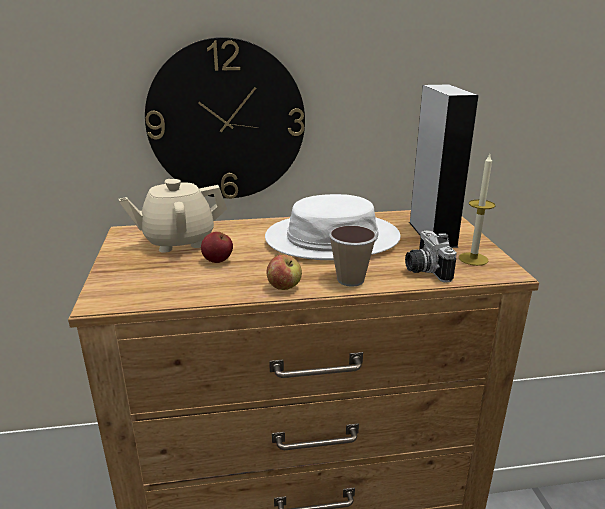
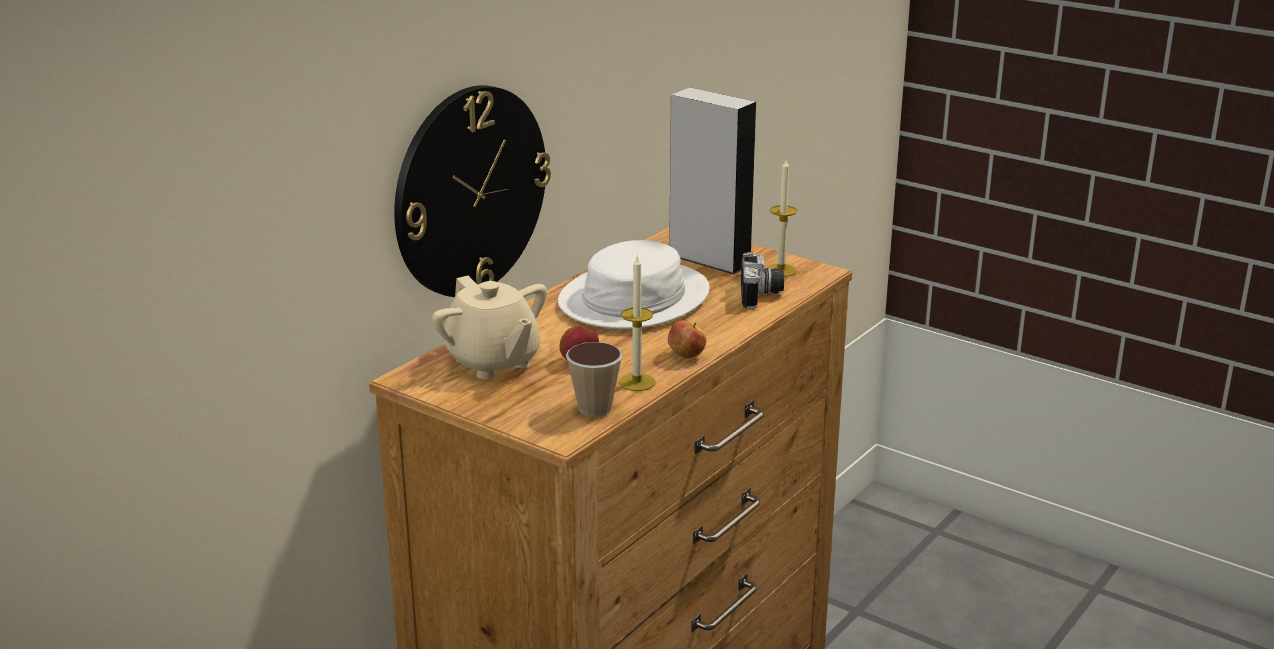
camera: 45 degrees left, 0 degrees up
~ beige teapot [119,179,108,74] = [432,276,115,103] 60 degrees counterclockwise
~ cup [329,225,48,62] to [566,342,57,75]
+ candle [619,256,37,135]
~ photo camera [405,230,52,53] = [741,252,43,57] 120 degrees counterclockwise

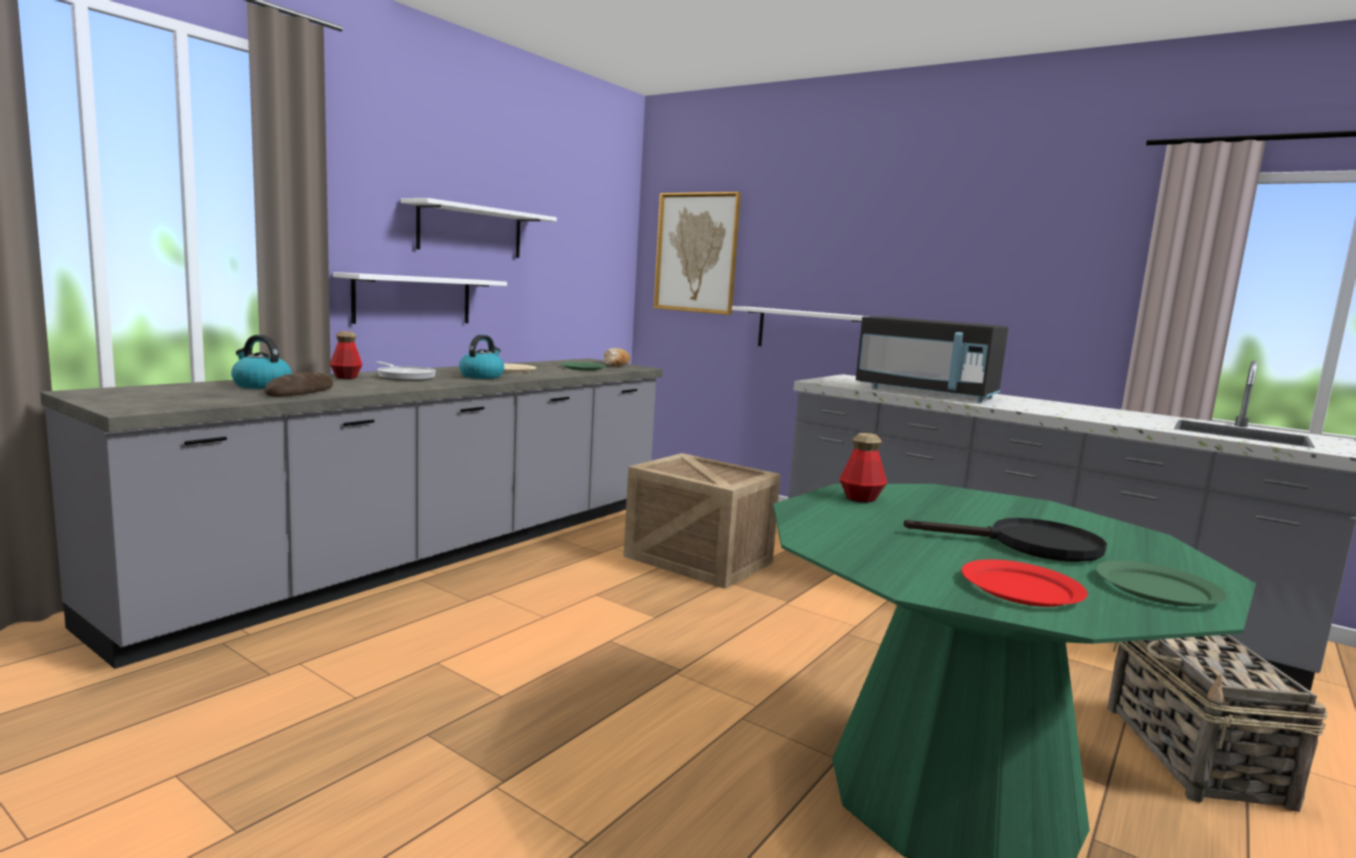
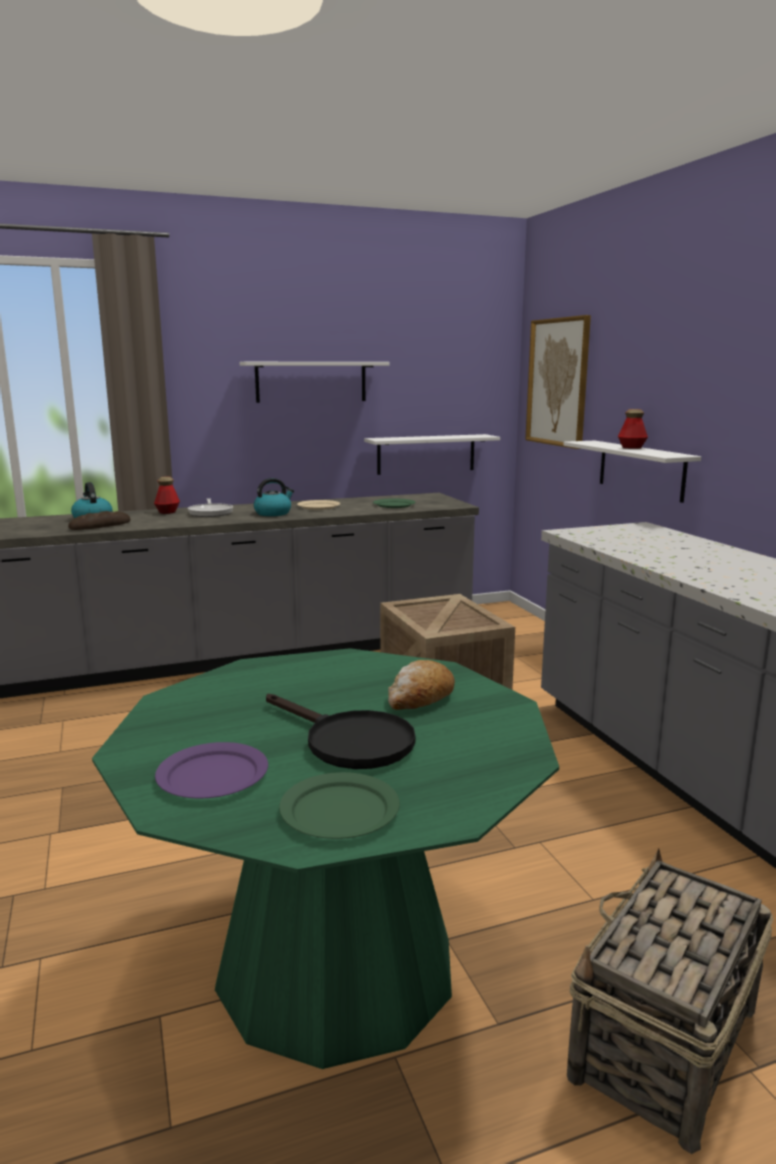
camera: 35 degrees right, 5 degrees up
~ red plate [961,559,127,48] to purple plate [155,742,113,57]
~ white shelf [333,272,174,52] to [364,434,136,41]
~ bread [602,348,28,18] to [388,660,67,50]
~ bottle [840,433,47,70] to [618,409,30,40]
- black microwave [856,316,152,86]

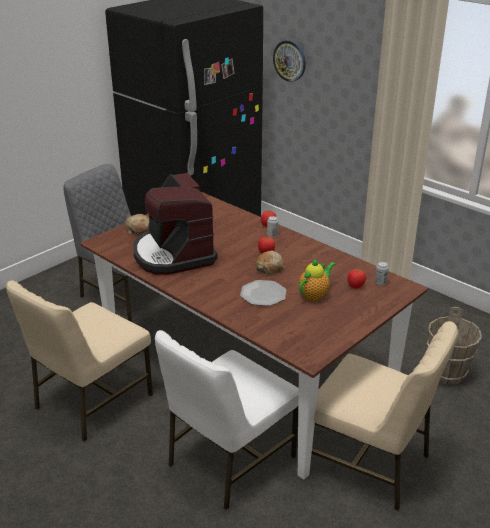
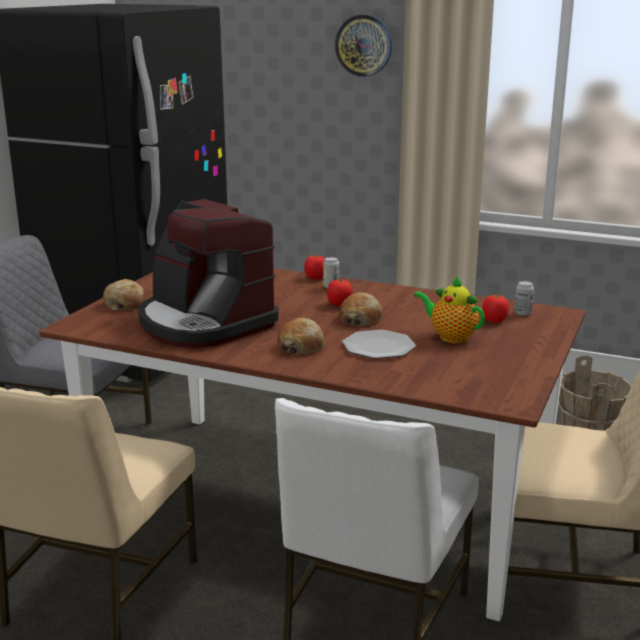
camera: 20 degrees left, 10 degrees down
+ bread [277,318,48,37]
~ wall clock [273,40,33,42] to [335,14,57,63]
~ teapot [298,259,38,42] = [414,276,71,67] 75 degrees counterclockwise

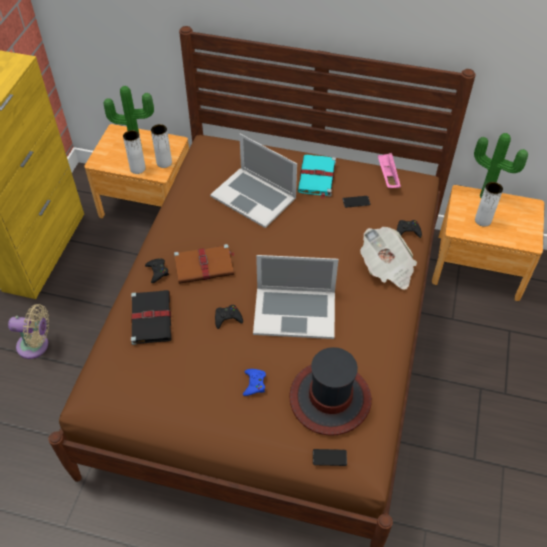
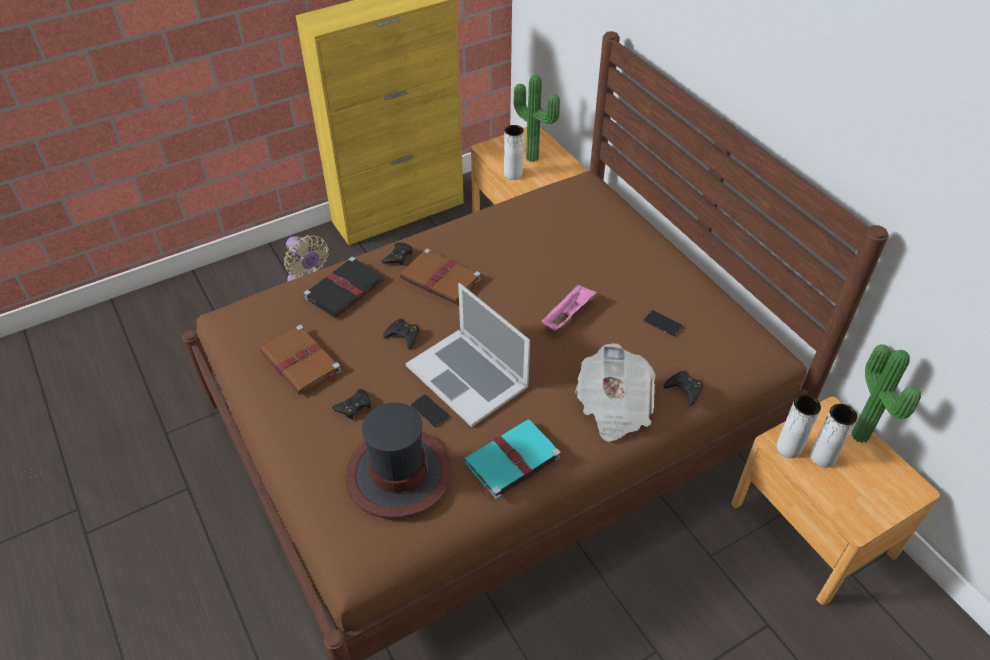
camera: 45 degrees right, 5 degrees down
+ brown book [259,325,82,70]
~ blue game controller [243,369,23,27] to black game controller [332,389,39,31]
~ phone [313,449,34,17] to [411,395,39,32]
~ turquoise book [297,155,39,44] to [464,419,96,80]
~ pink tray [378,153,23,35] to [541,284,56,47]
~ white vase [151,124,21,44] to [776,395,45,63]
- laptop [210,134,87,94]

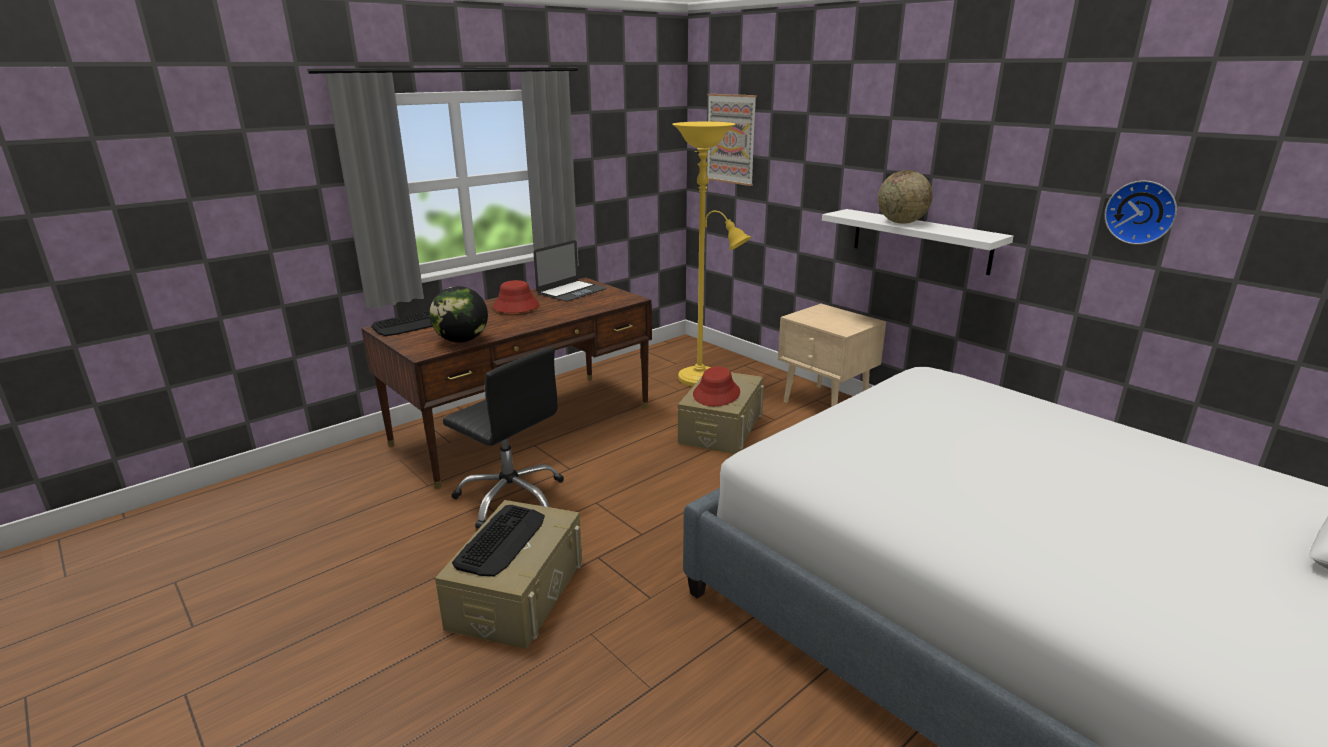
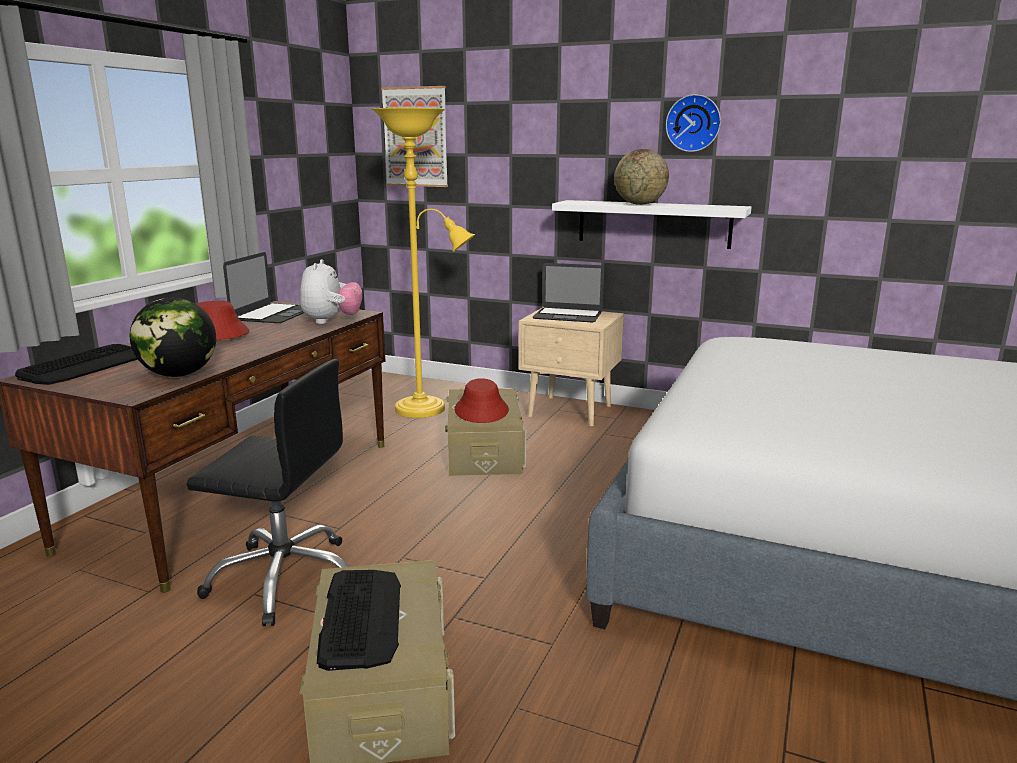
camera: 25 degrees left, 5 degrees down
+ plush toy [300,259,62,65]
+ laptop [533,263,71,59]
~ wall clock [1105,180,72,65] to [666,94,55,58]

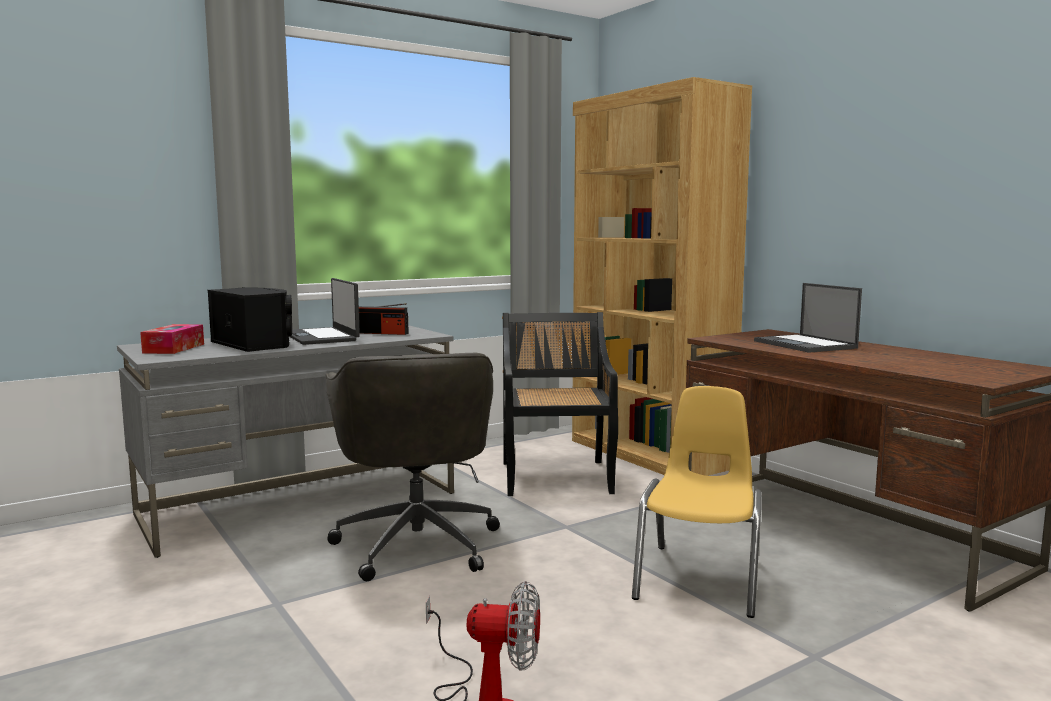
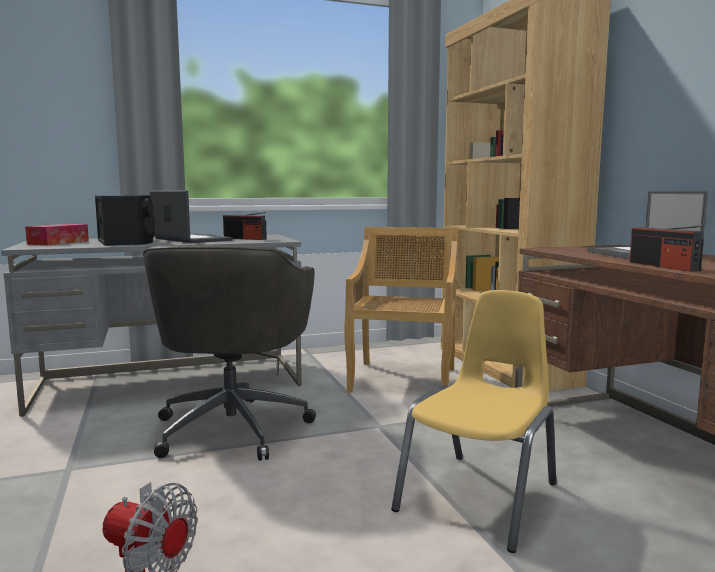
camera: 15 degrees right, 0 degrees up
~ laptop [289,278,71,67] = [150,190,83,53] 150 degrees clockwise
~ black chair [502,312,116,184] to beige chair [344,226,114,167]
+ radio [629,225,75,47]

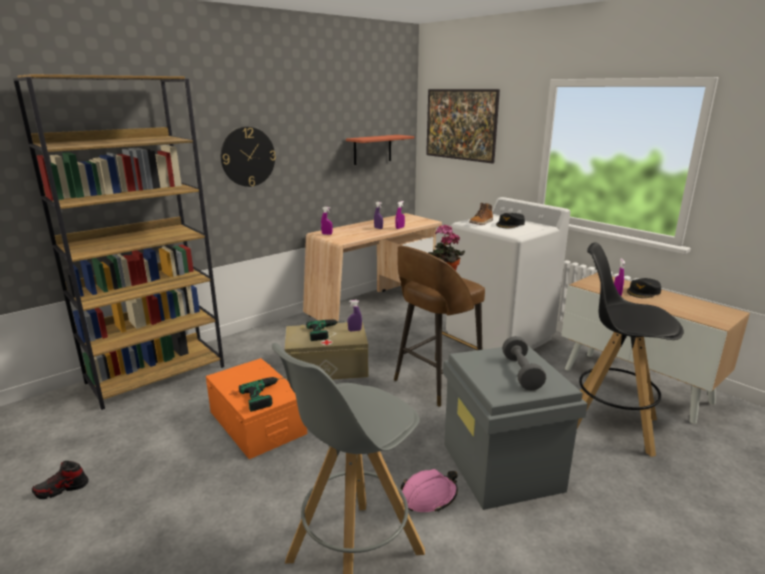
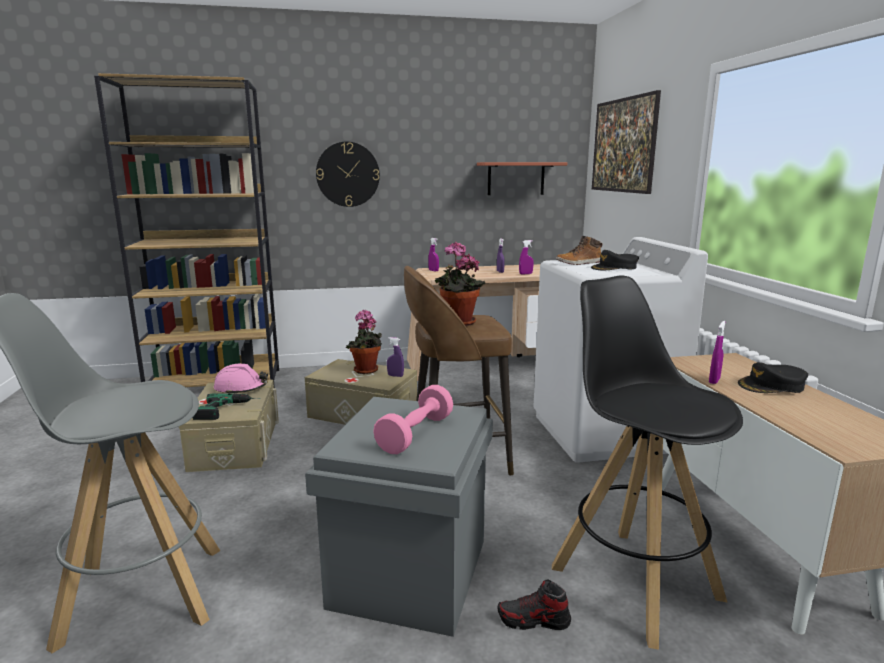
camera: 30 degrees right, 5 degrees down
~ orange storage box [206,358,101,101] to beige storage box [179,380,100,92]
~ pink hard hat [400,469,58,43] to [214,364,54,29]
~ power drill [306,319,39,22] to potted plant [346,310,36,64]
~ grey dumbbell [502,336,44,55] to pink dumbbell [373,385,80,69]
~ shoe [32,461,57,38] to [498,579,73,51]

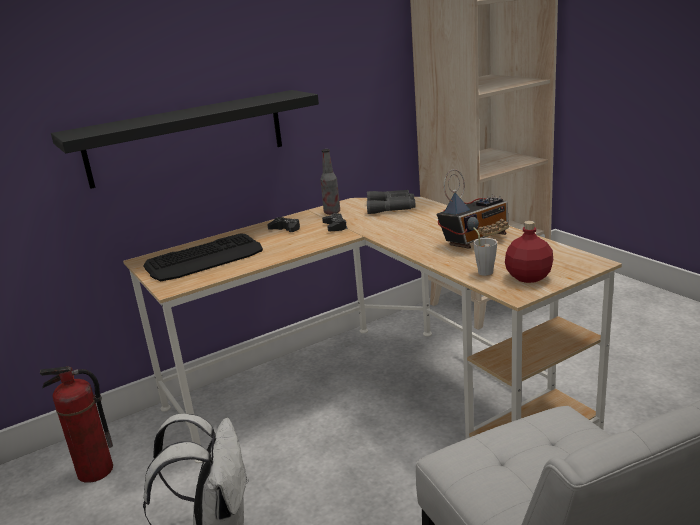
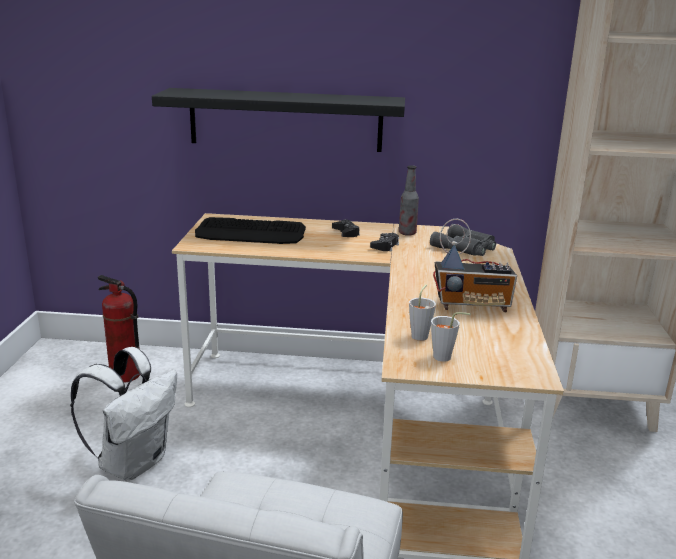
camera: 35 degrees right, 0 degrees up
~ red bottle [505,221,48,62] to grey cup [431,312,40,50]

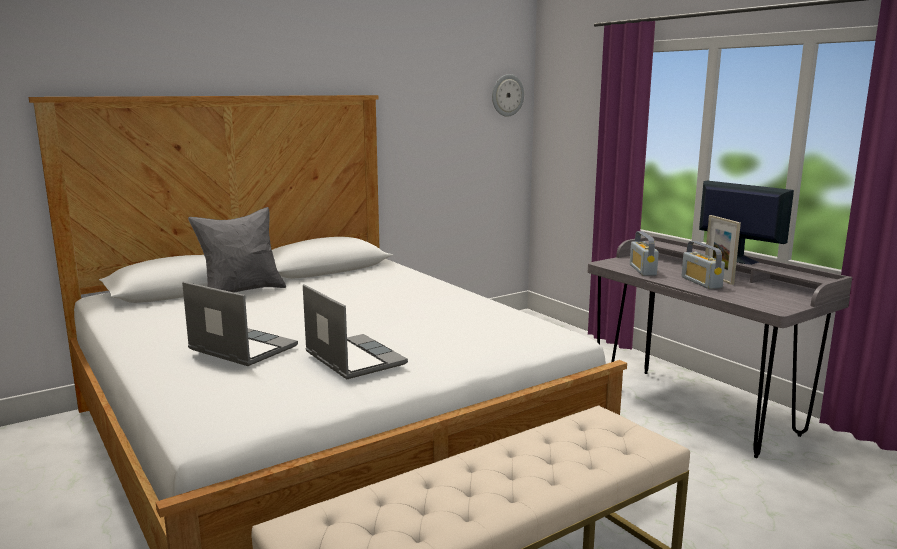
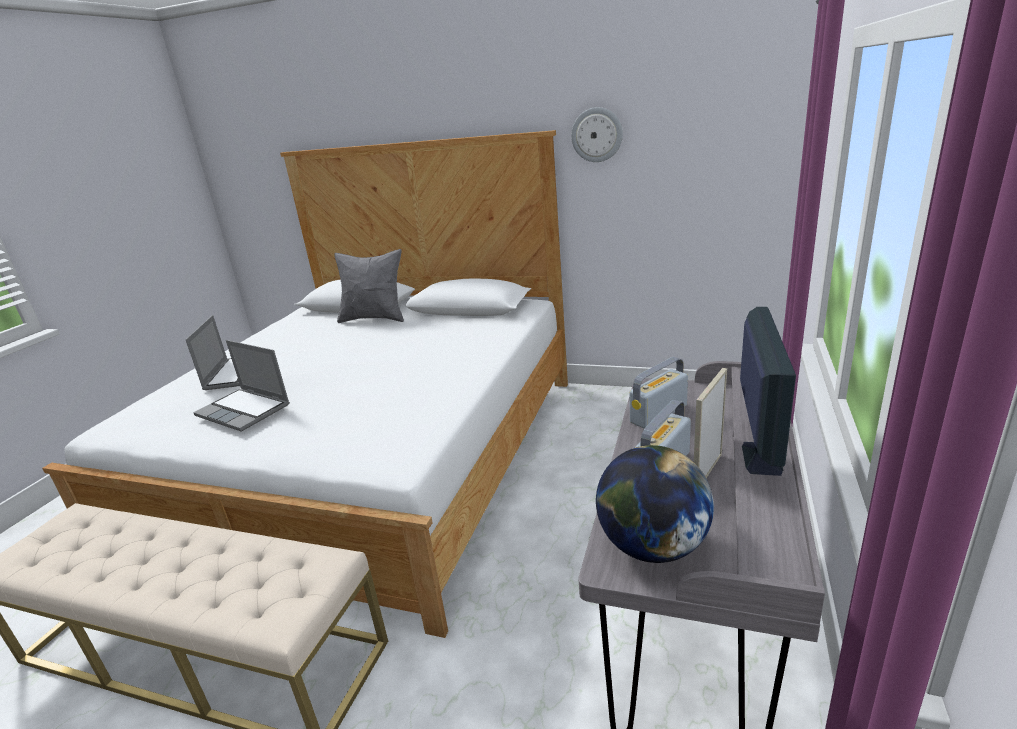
camera: 55 degrees right, 10 degrees up
~ laptop [303,284,105,95] = [193,340,97,92] 105 degrees clockwise
~ wall clock [492,74,32,43] to [571,107,52,55]
+ globe [596,445,118,118]

